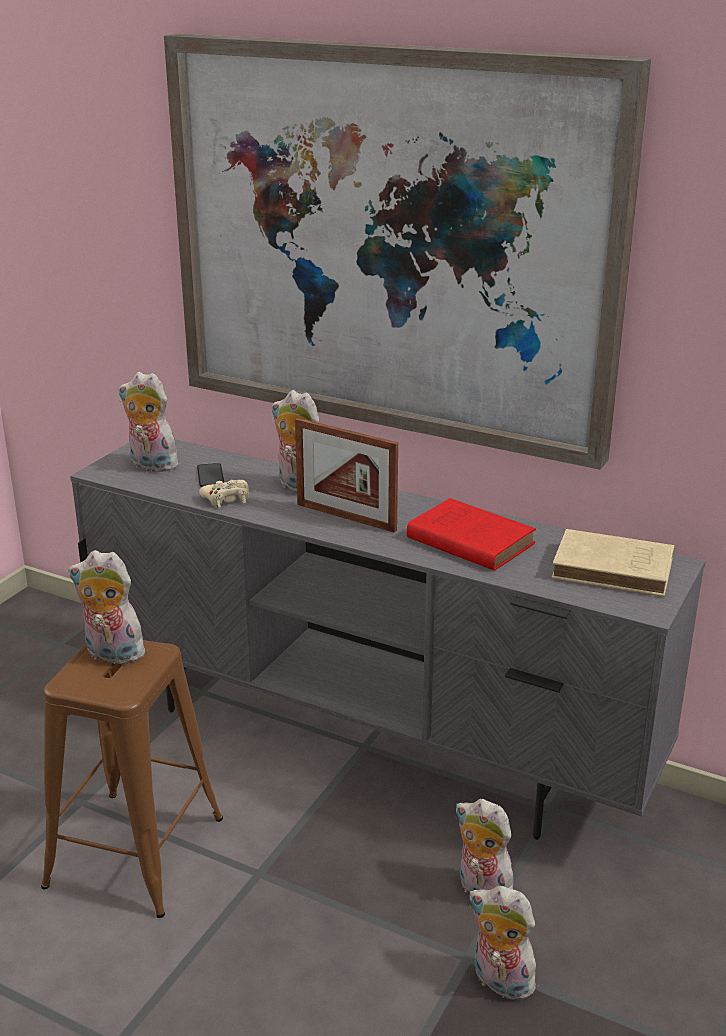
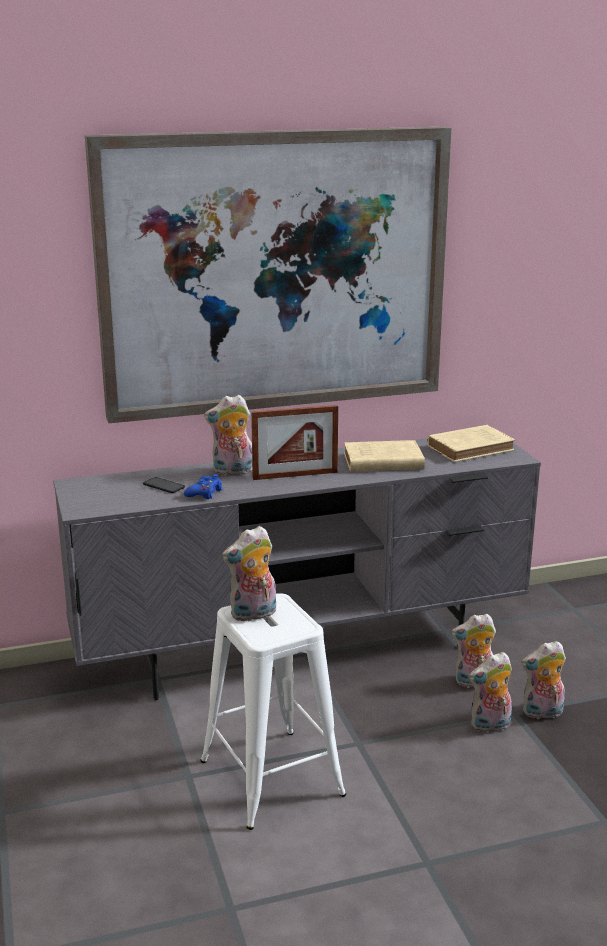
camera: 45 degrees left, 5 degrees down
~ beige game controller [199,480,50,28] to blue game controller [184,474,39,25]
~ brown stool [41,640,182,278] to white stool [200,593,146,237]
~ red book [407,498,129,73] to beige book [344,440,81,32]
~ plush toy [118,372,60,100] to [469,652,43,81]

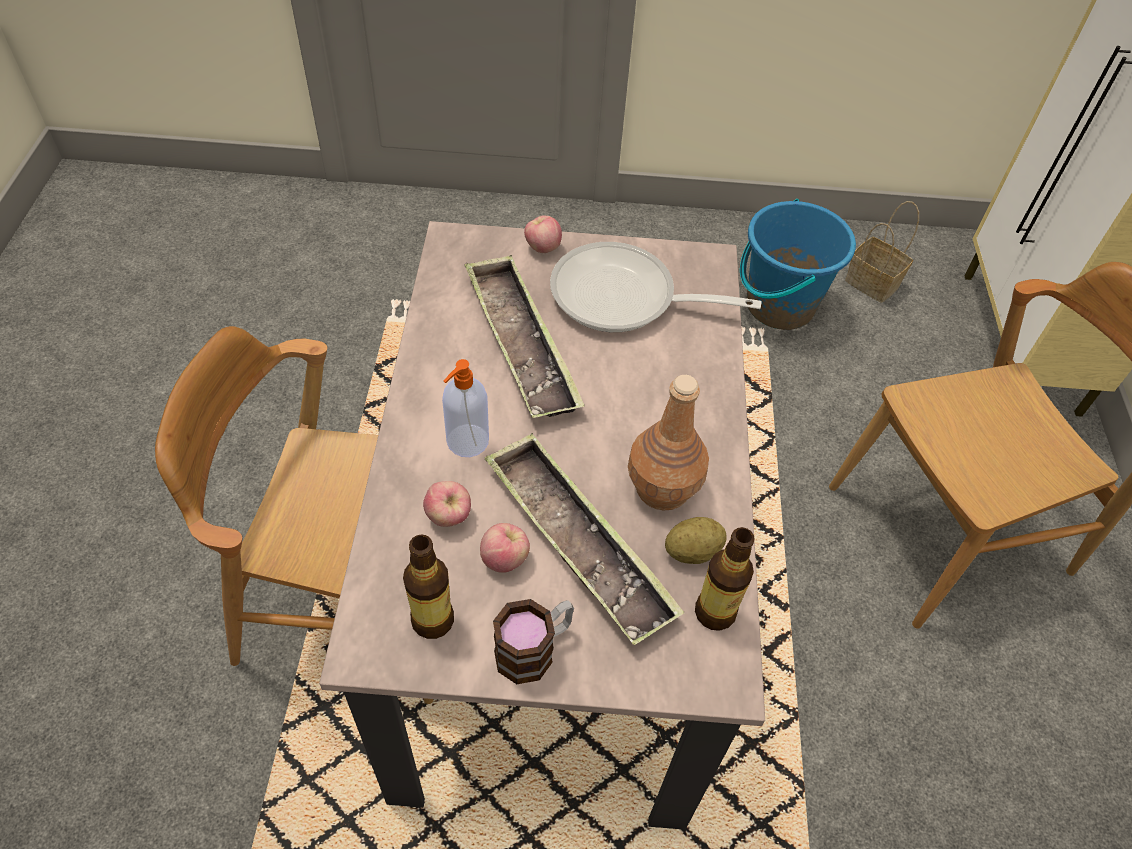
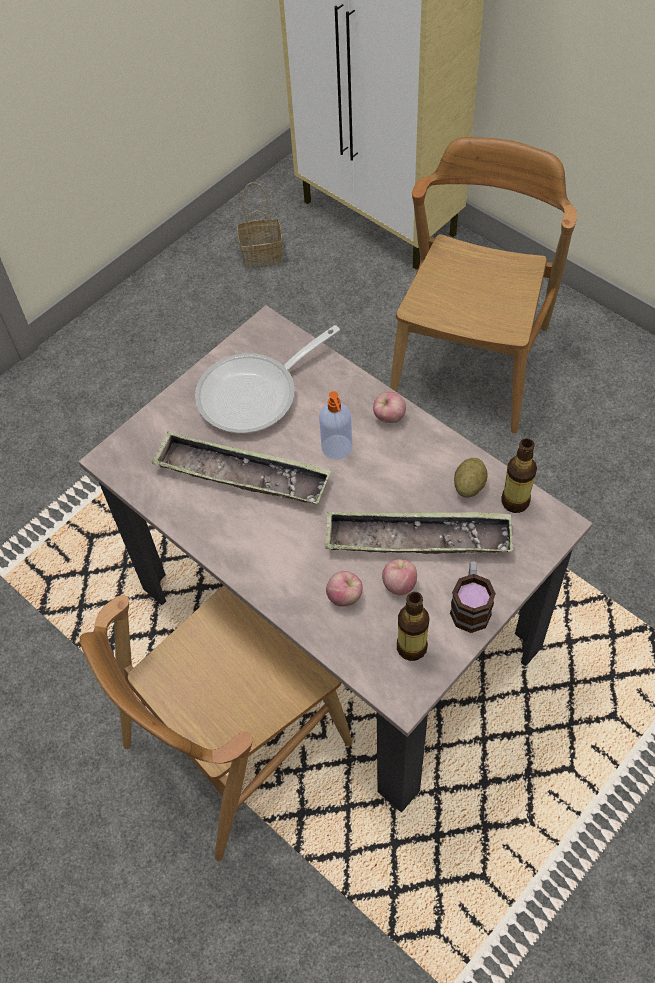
camera: 45 degrees left, 5 degrees up
~ soap dispenser [442,359,47,98] to [319,391,33,69]
~ apple [524,216,38,37] to [373,392,33,31]
- brown bottle [628,375,81,136]
- blue bucket [740,199,116,131]

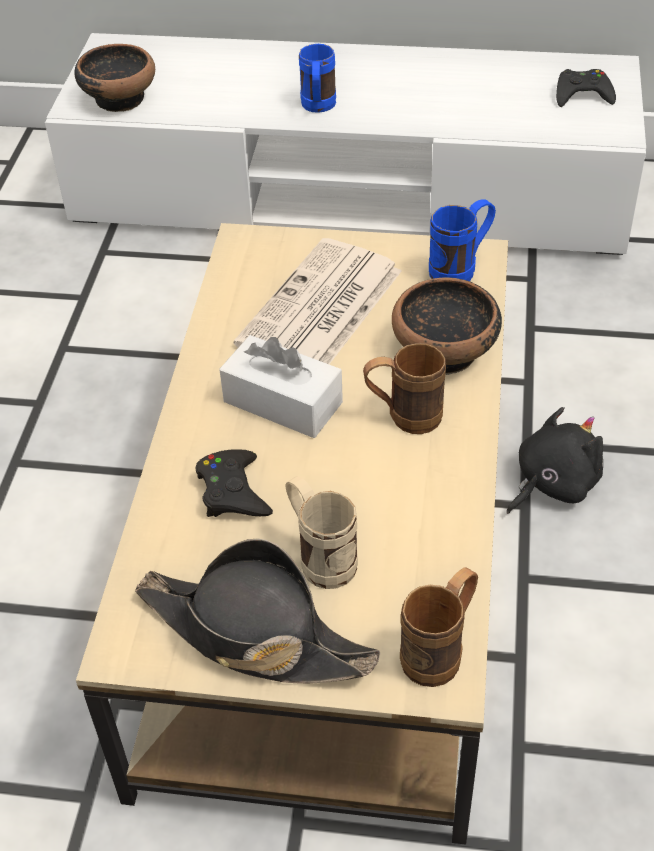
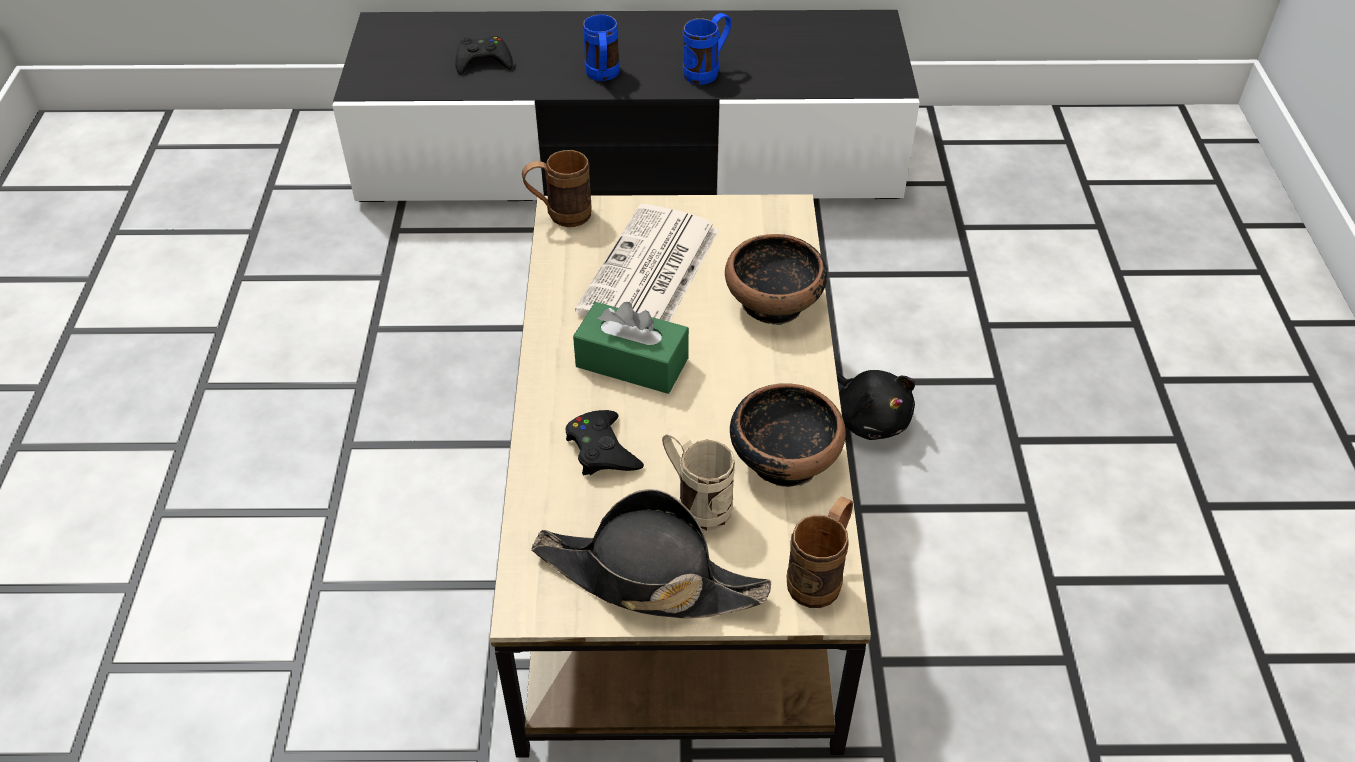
camera: 10 degrees left, 0 degrees up
~ white tv stand [45,33,601,222] to black tv stand [332,10,588,192]
~ black game controller [556,69,60,38] to [455,36,58,39]
~ brown mug [363,343,83,91] to [522,150,69,77]
~ white tissue box [219,335,124,103] to green tissue box [573,302,116,92]
~ blue mug [429,199,67,82] to [683,13,48,72]
~ bowl [74,44,81,68] to [730,383,116,104]
~ black plush toy [507,407,96,107] = [836,370,79,70] 105 degrees clockwise

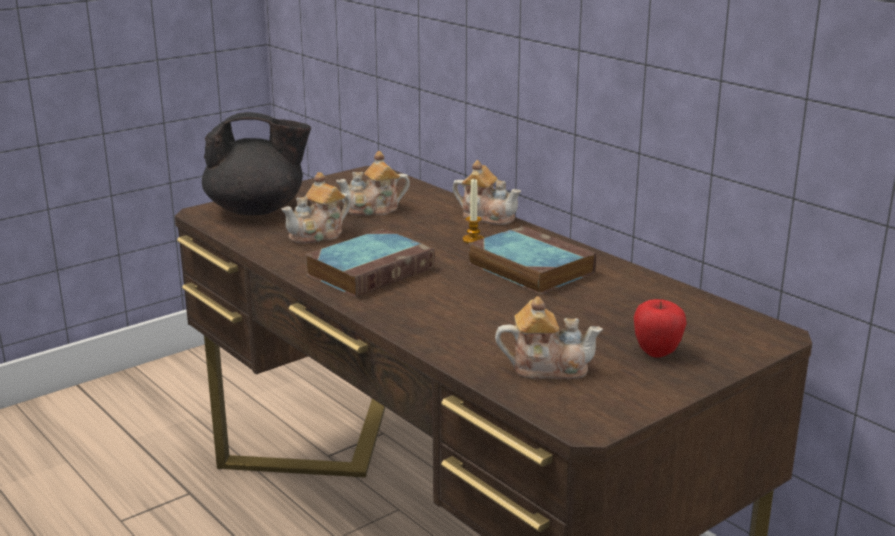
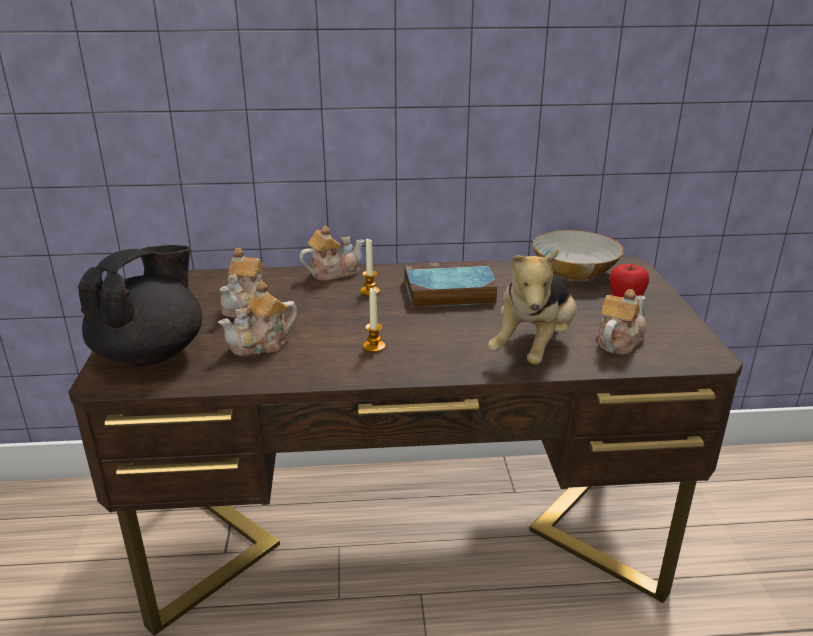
camera: 55 degrees left, 5 degrees up
~ teapot [281,172,70,72] = [218,282,79,74] 60 degrees clockwise
~ book [305,229,130,68] to candle [363,287,22,66]
+ plush toy [488,248,89,117]
+ bowl [532,230,92,50]

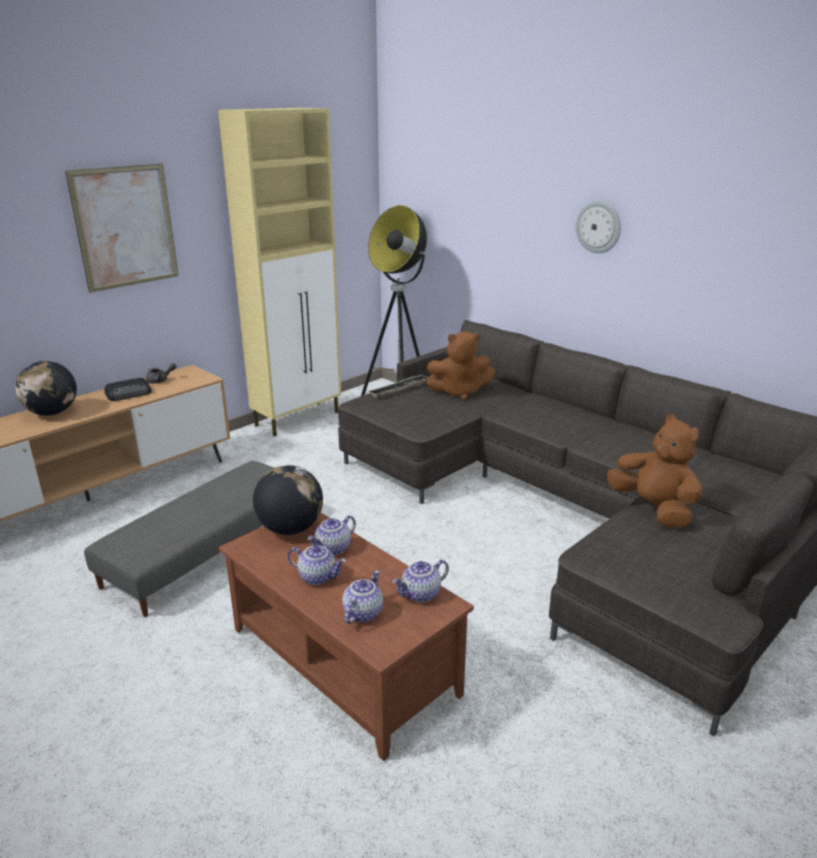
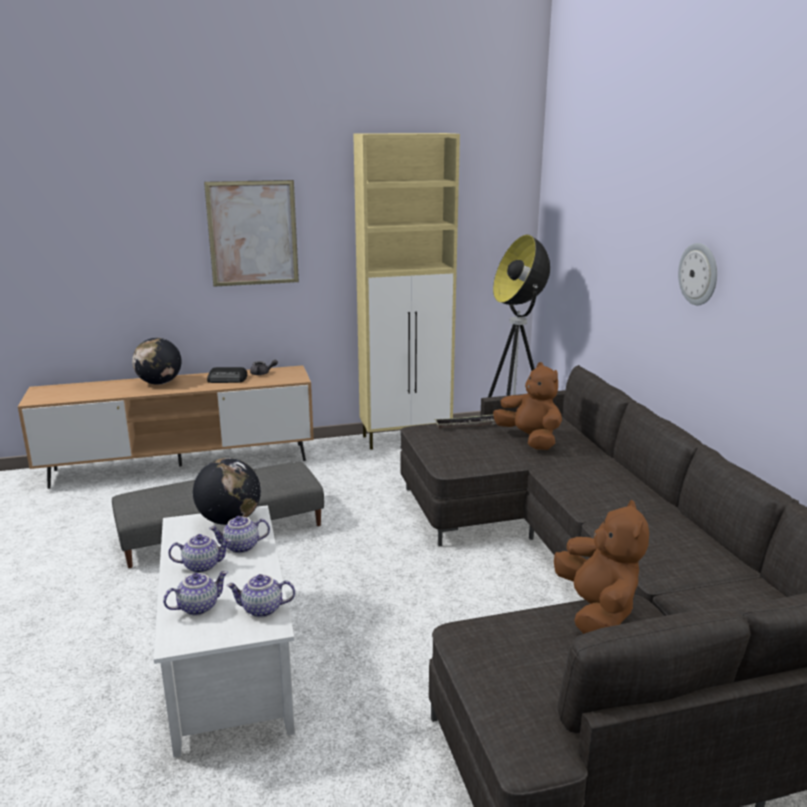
camera: 30 degrees right, 5 degrees down
~ brown coffee table [219,513,255,248] to white coffee table [154,505,141,253]
~ teapot [288,545,58,40] = [168,534,63,39] 60 degrees counterclockwise
~ brown plush toy [426,331,69,69] = [493,362,69,88] 150 degrees counterclockwise

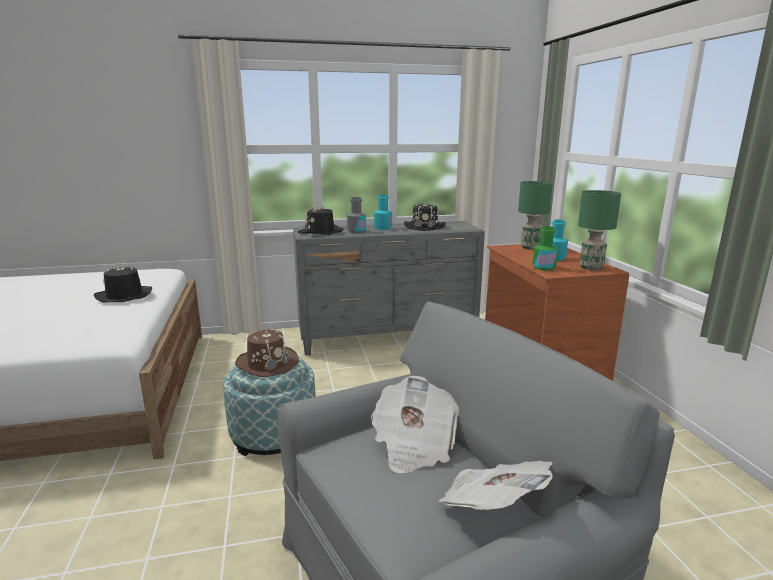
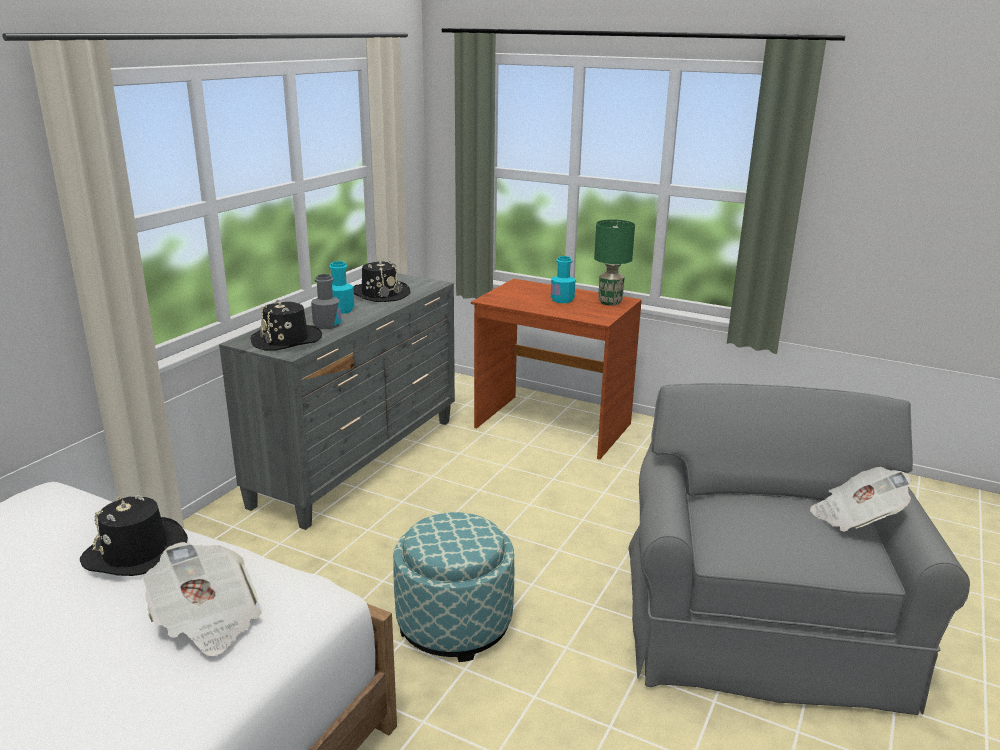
camera: 50 degrees left, 5 degrees up
~ newspaper [371,376,88,97] to [143,542,119,114]
- brown hat [235,329,64,48]
- green table lamp [518,181,35,69]
- green bottle [532,226,26,45]

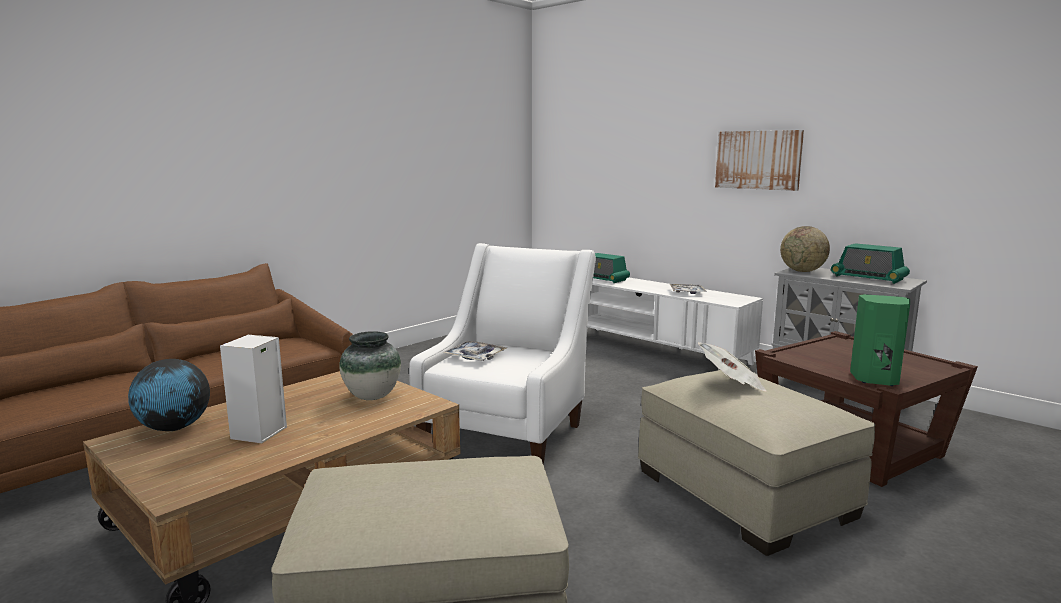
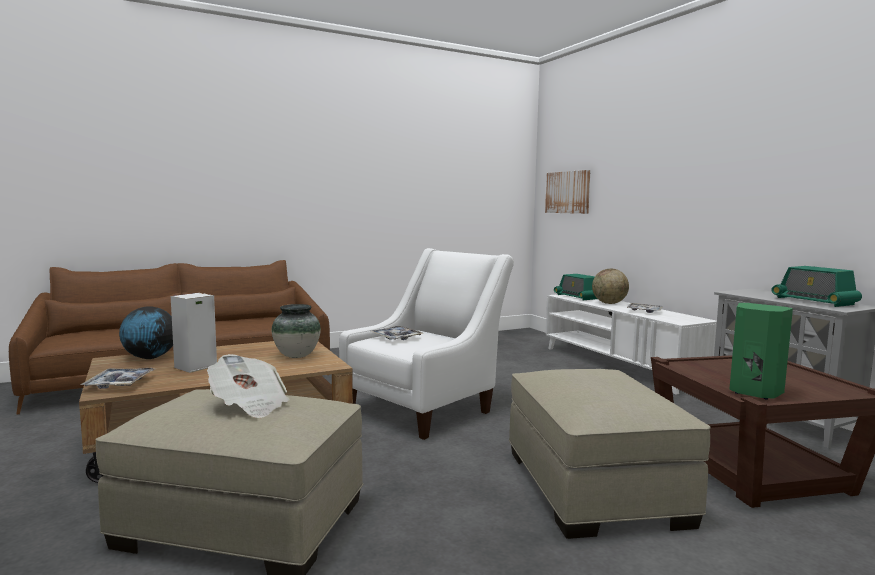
camera: 20 degrees right, 5 degrees down
+ tray [80,368,75,21]
~ newspaper [698,342,69,50] to [207,354,83,64]
~ picture [715,130,89,61] to [545,170,46,44]
~ globe [780,226,50,46] to [592,269,37,35]

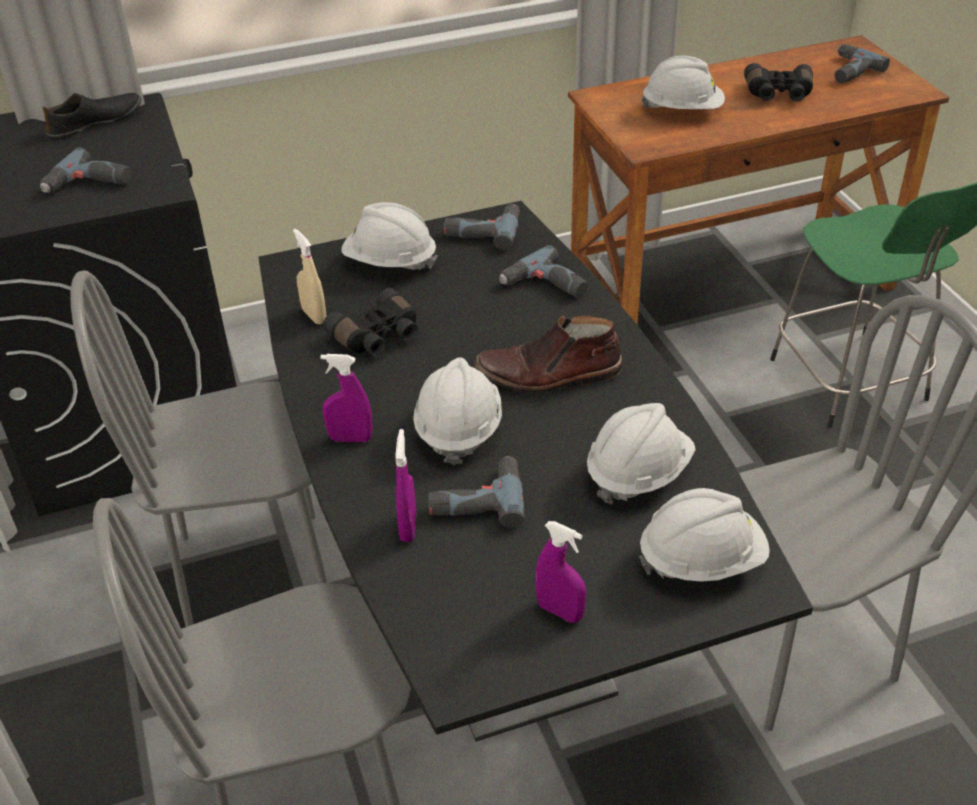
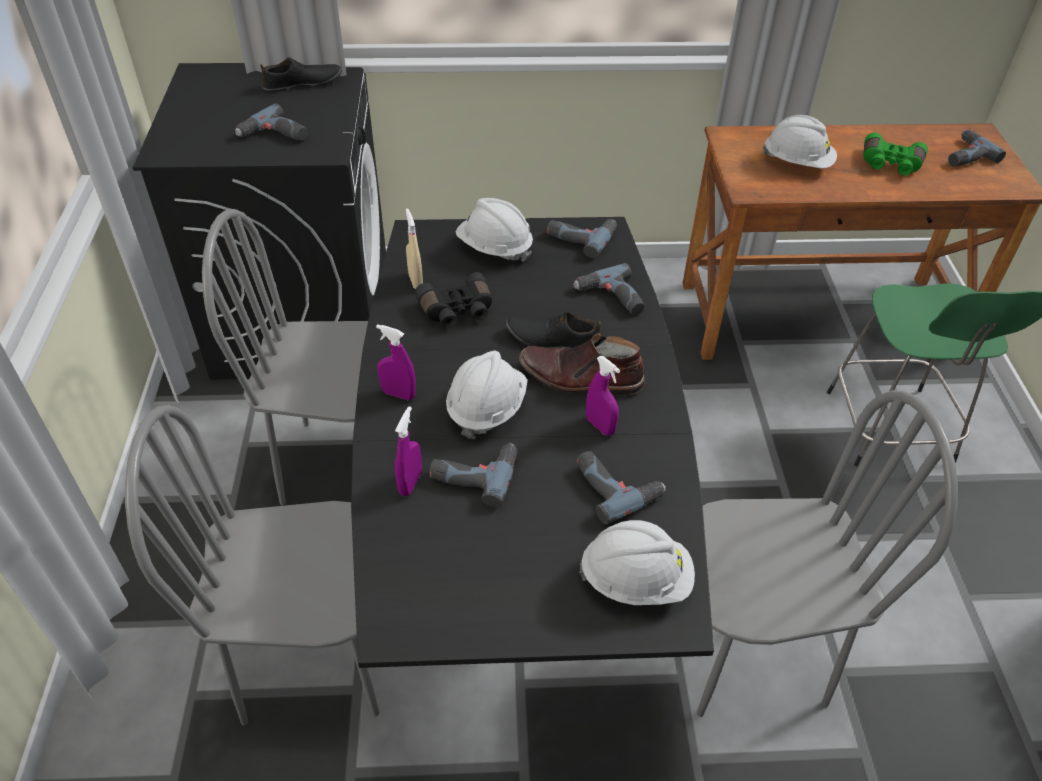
camera: 15 degrees right, 5 degrees up
+ black shoe [505,312,96,36]
~ white hard hat [587,403,109,102] to power drill [577,451,89,73]
~ purple spray bottle [535,521,51,102] to [586,356,34,80]
~ black binoculars [744,63,69,38] to green binoculars [863,133,65,43]

